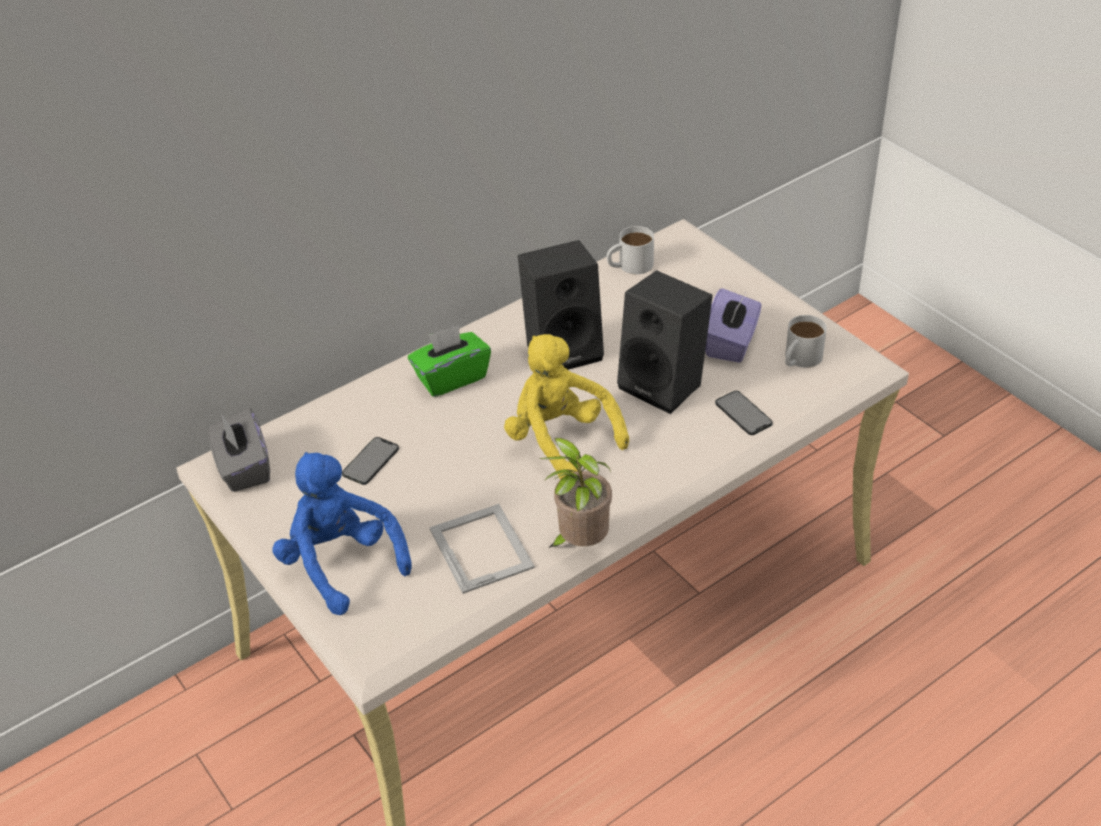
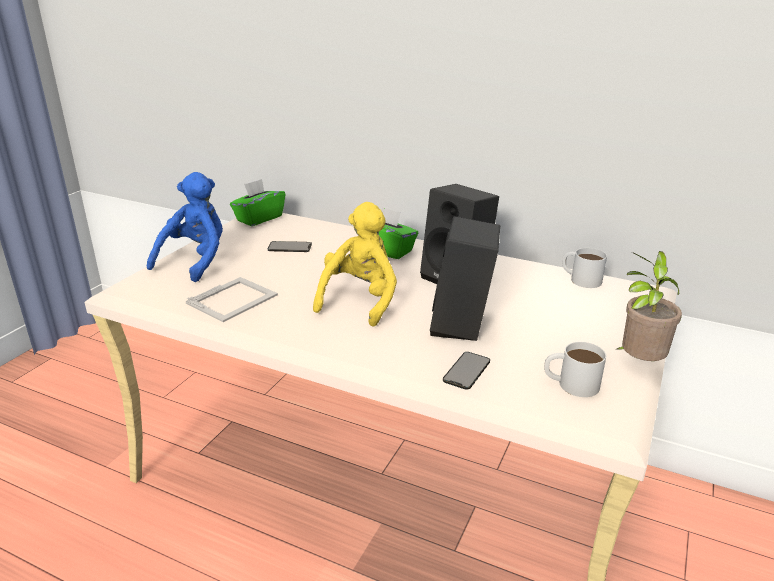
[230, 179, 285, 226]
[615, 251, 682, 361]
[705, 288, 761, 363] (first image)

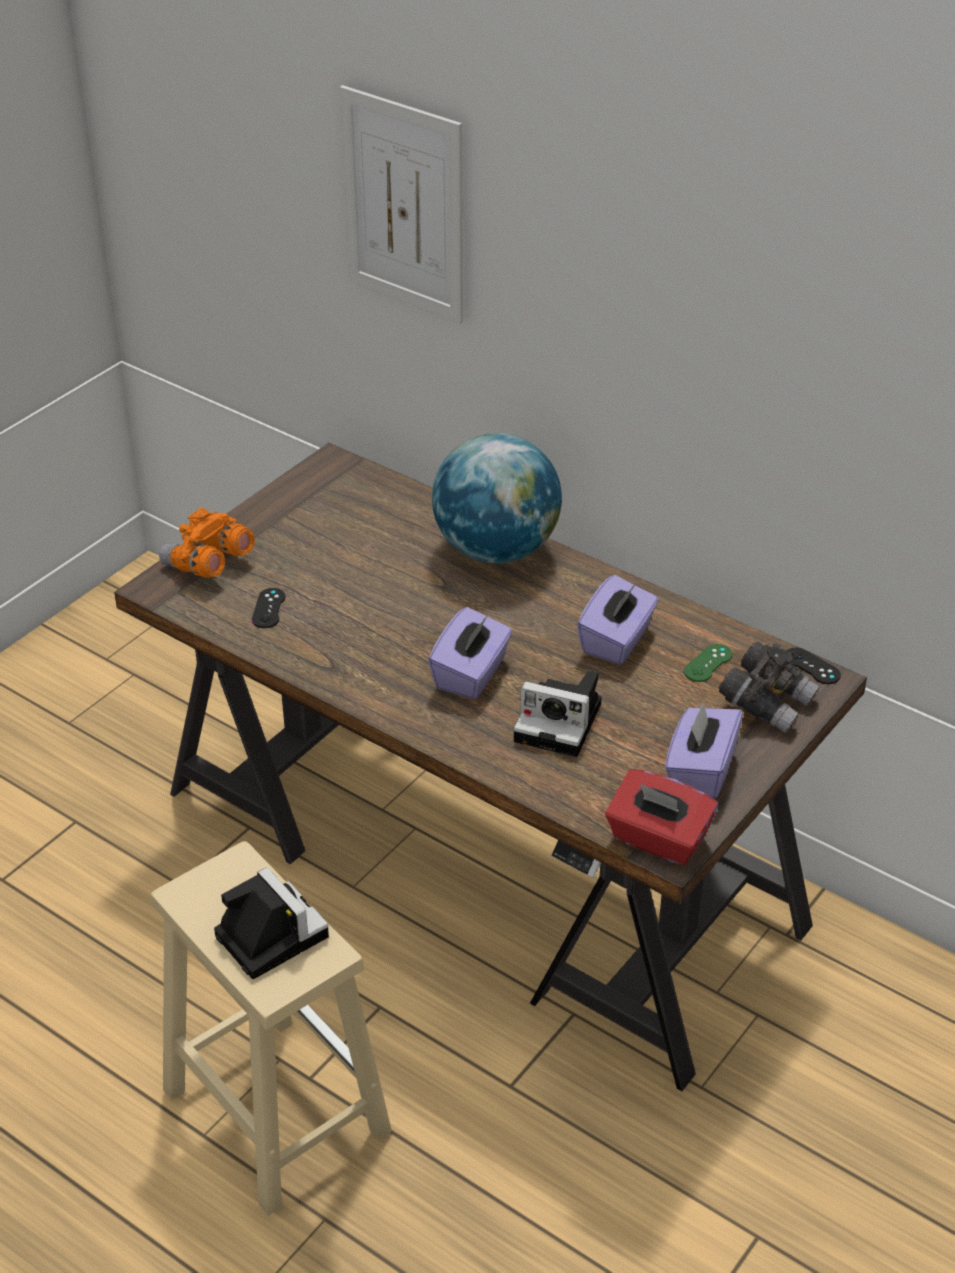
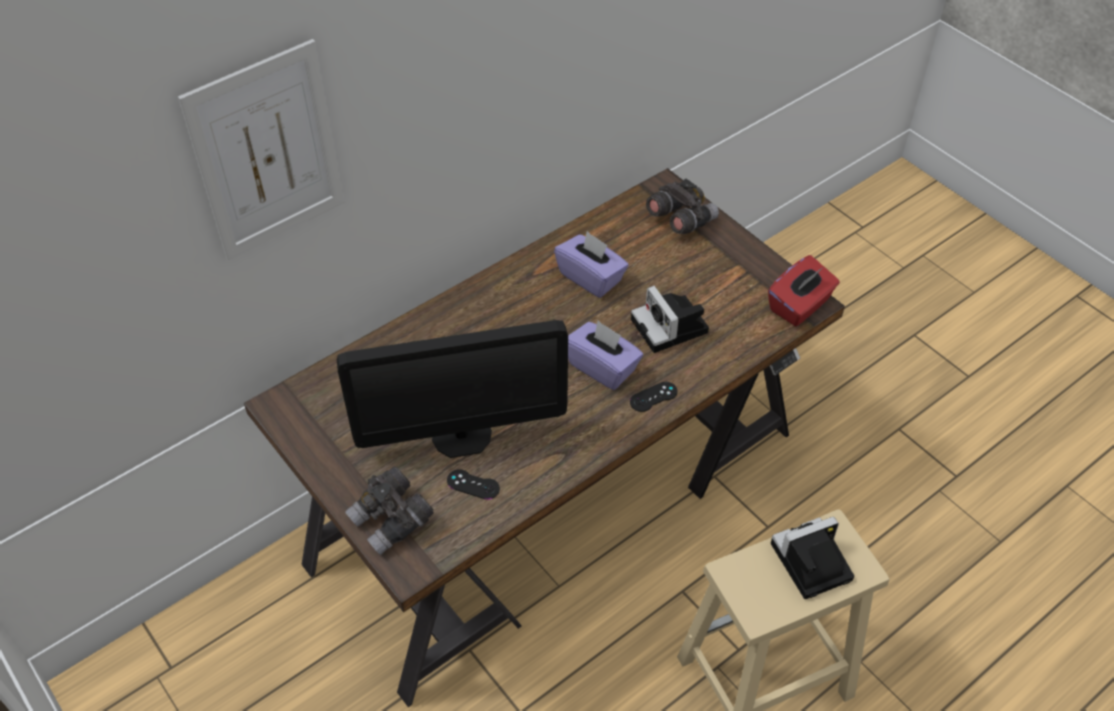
[345, 467, 434, 555]
[432, 433, 562, 563] (first image)
[631, 286, 709, 353]
[665, 702, 743, 799] (first image)
[684, 644, 732, 682] (first image)
[630, 382, 678, 412]
[337, 320, 568, 458]

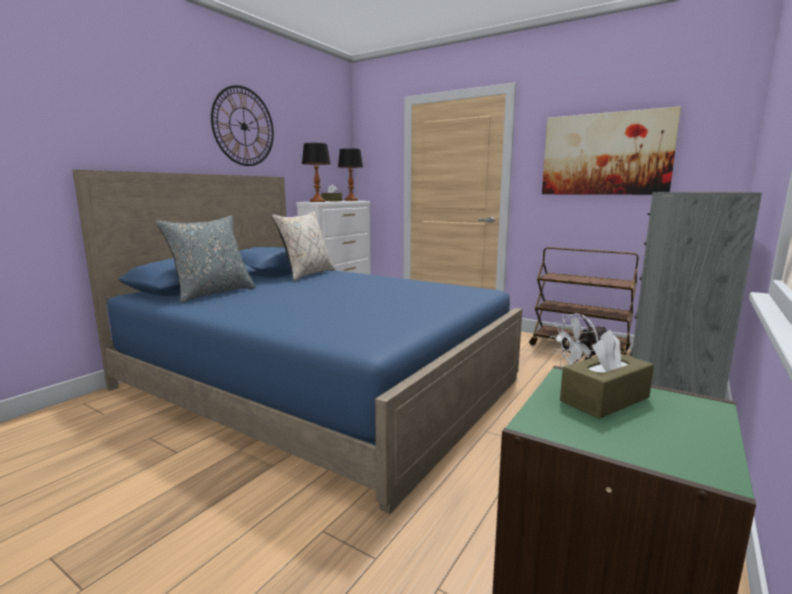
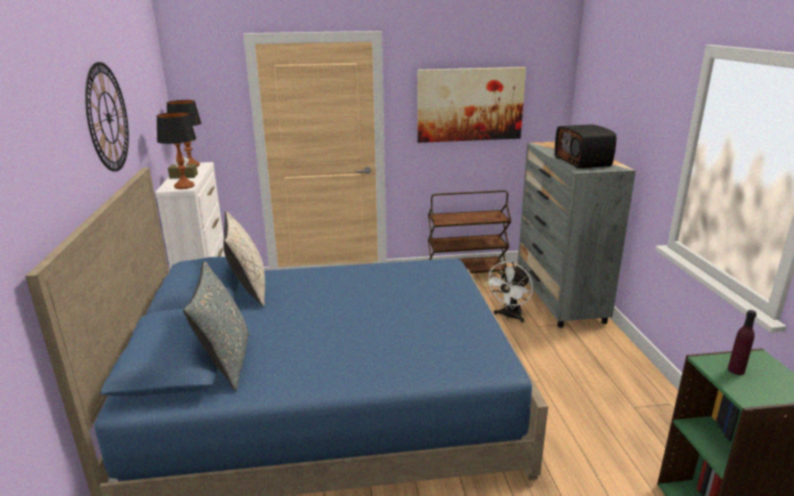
[728, 310, 757, 375]
[555, 124, 617, 169]

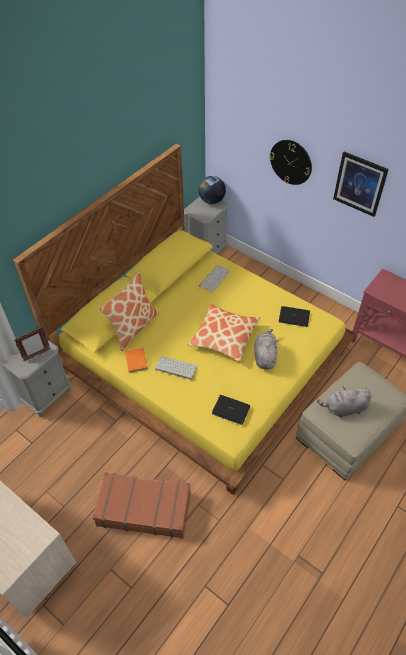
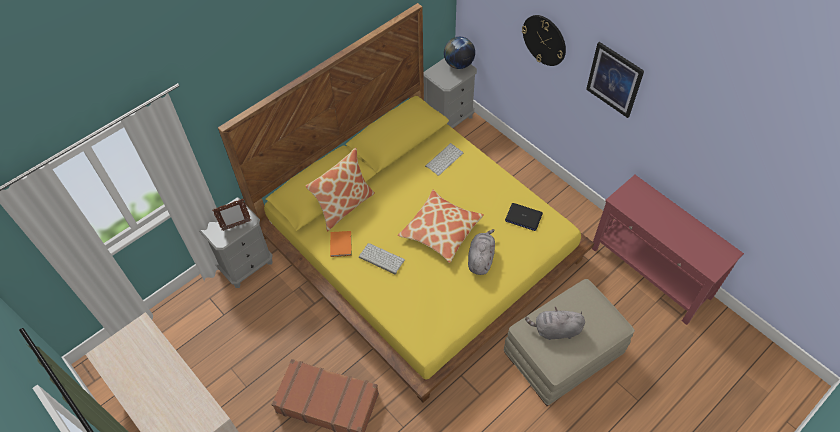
[212, 395, 250, 425] (first image)

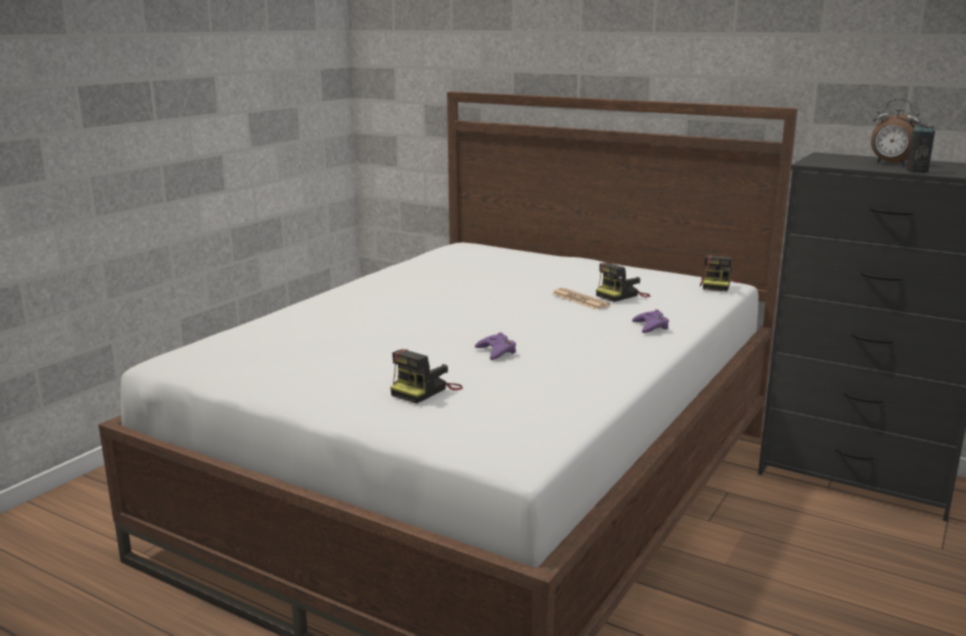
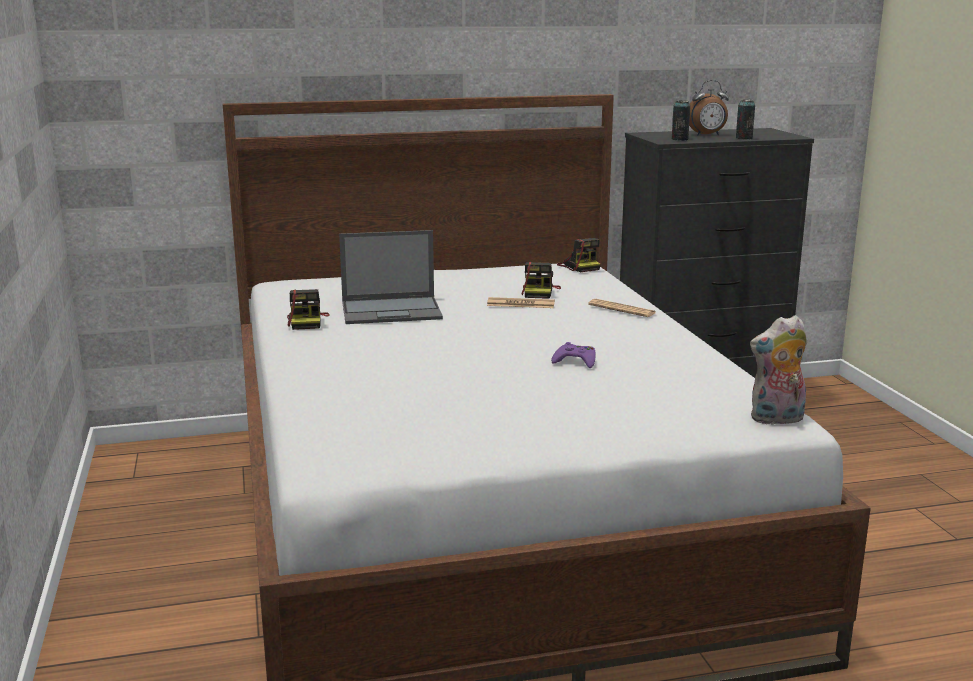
[287, 289, 330, 330]
[588, 299, 655, 317]
[339, 230, 443, 324]
[672, 100, 690, 141]
[750, 315, 807, 425]

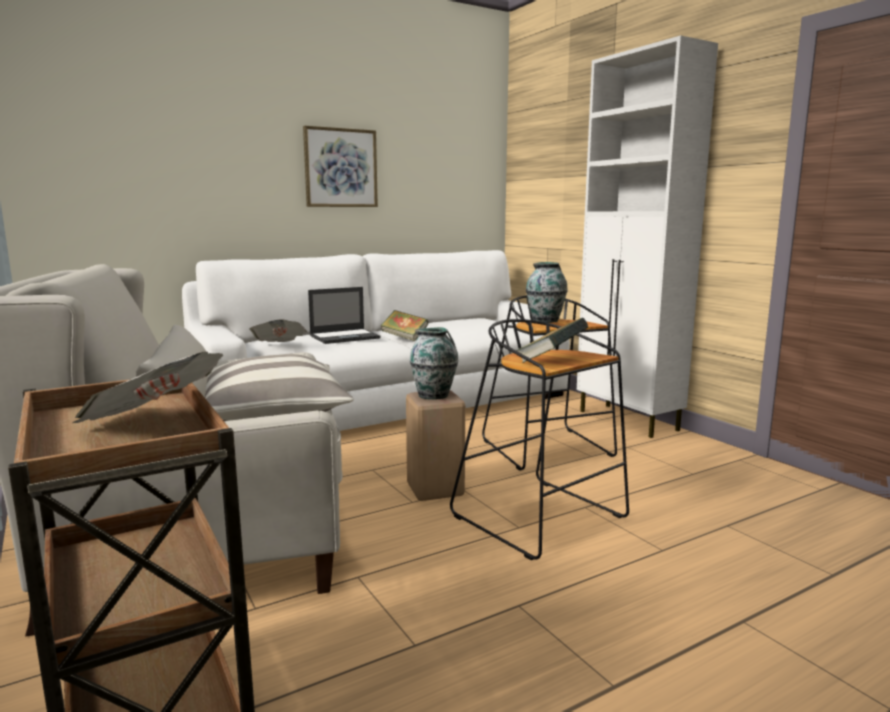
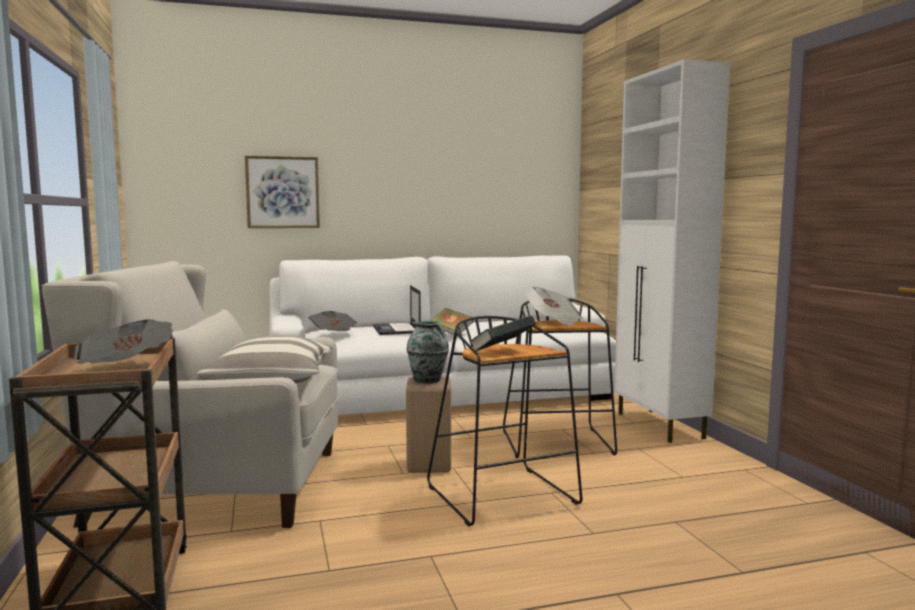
[245, 156, 320, 228]
[373, 285, 421, 335]
[526, 286, 583, 325]

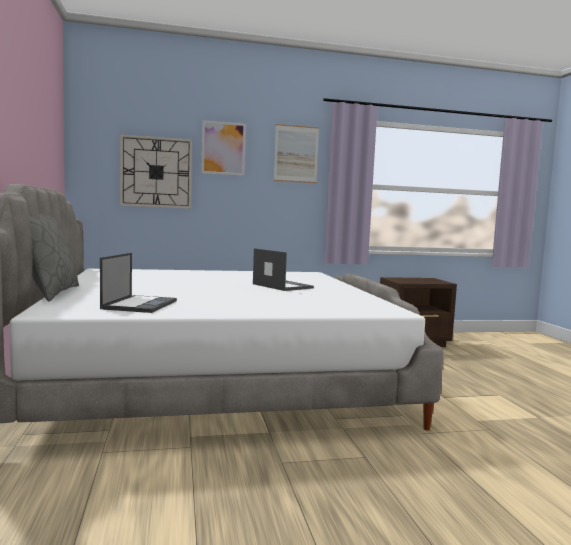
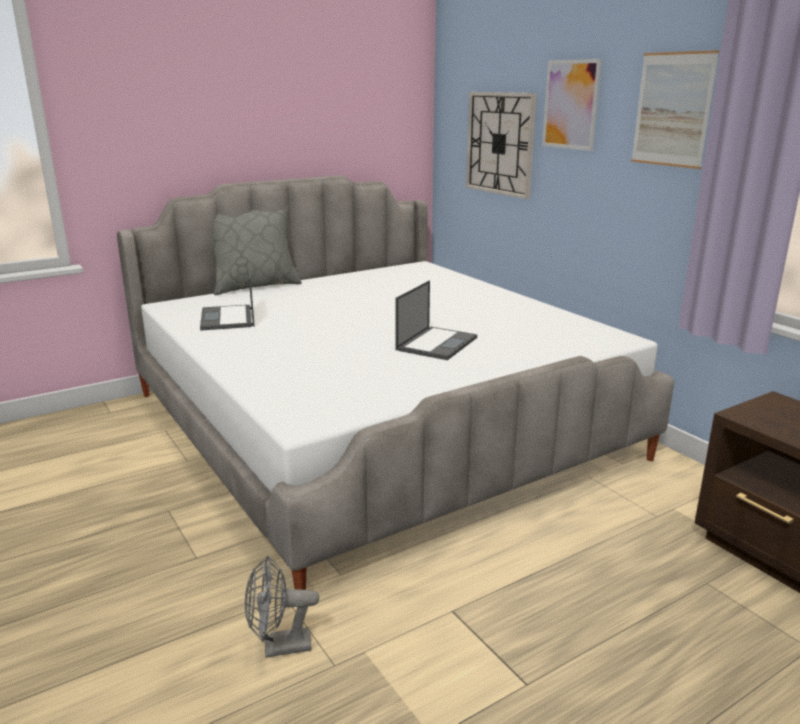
[200, 262, 255, 331]
[245, 556, 319, 658]

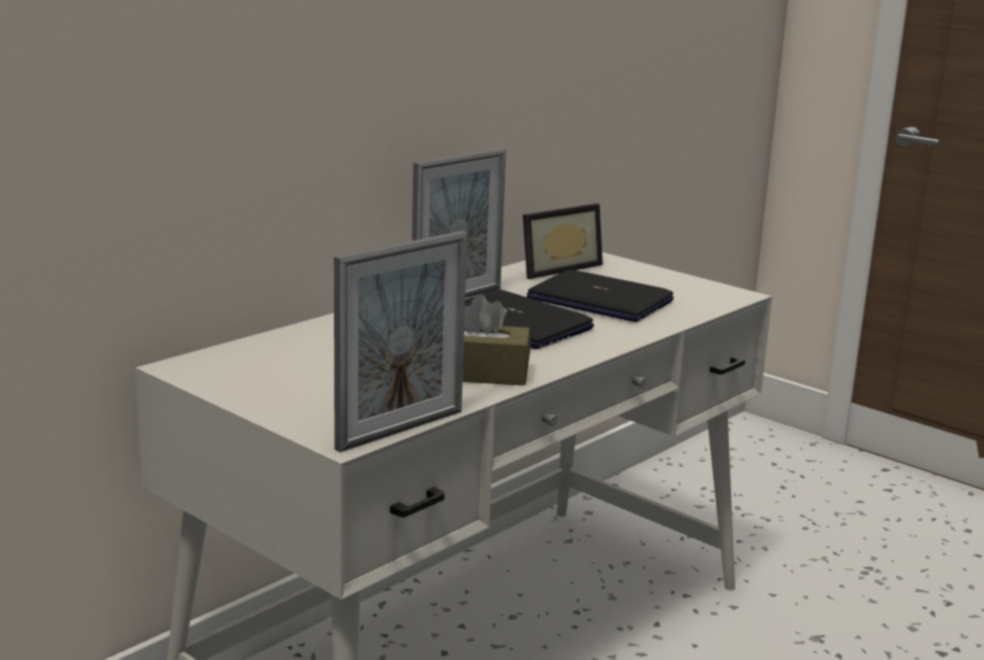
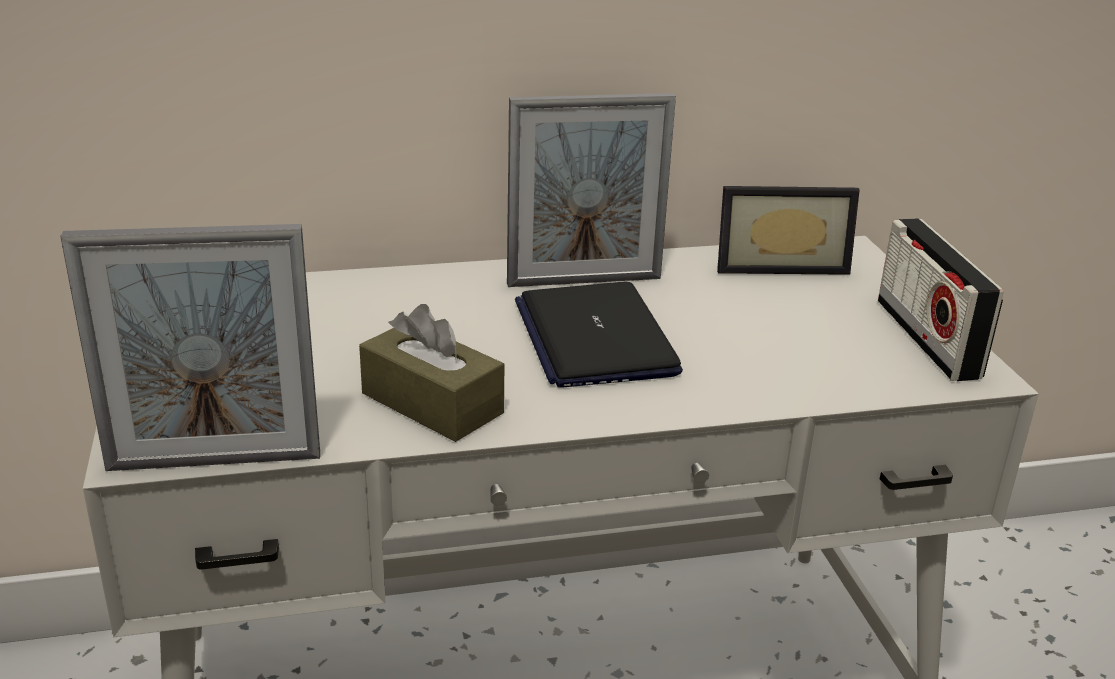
[527, 270, 674, 322] (first image)
[878, 218, 1004, 381]

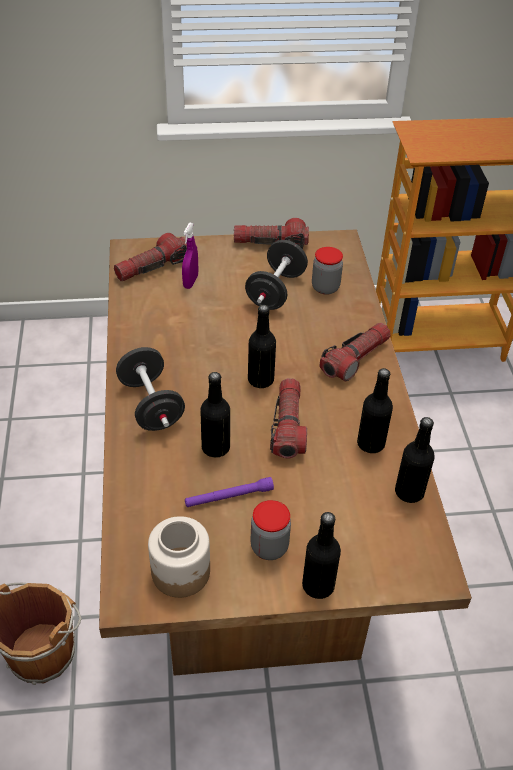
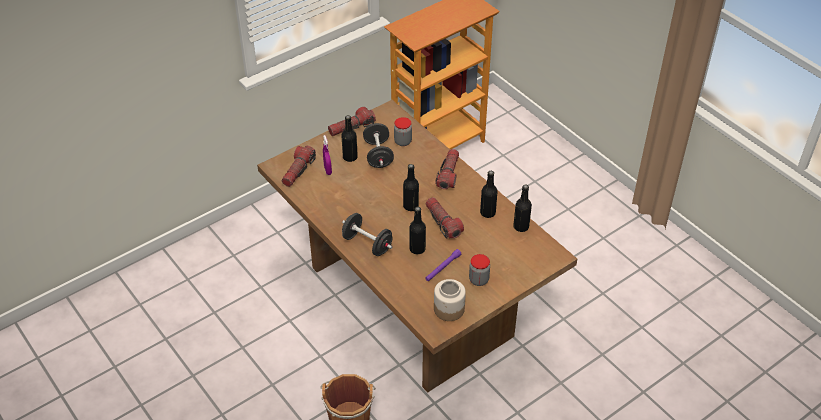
[342, 115, 358, 162]

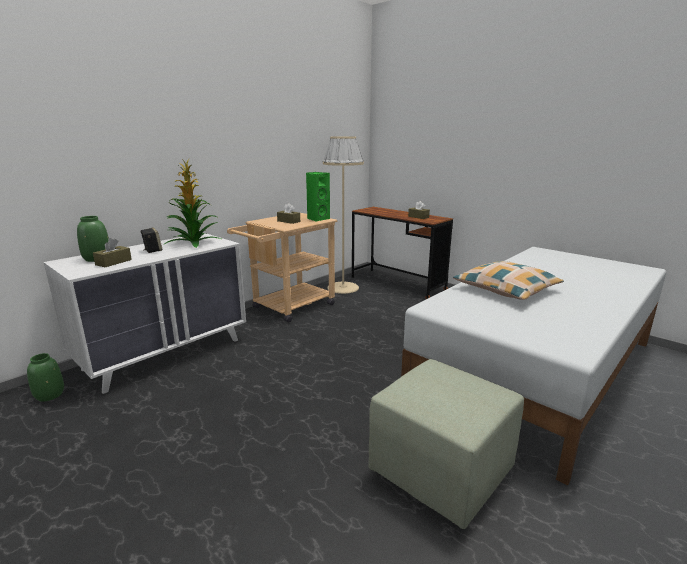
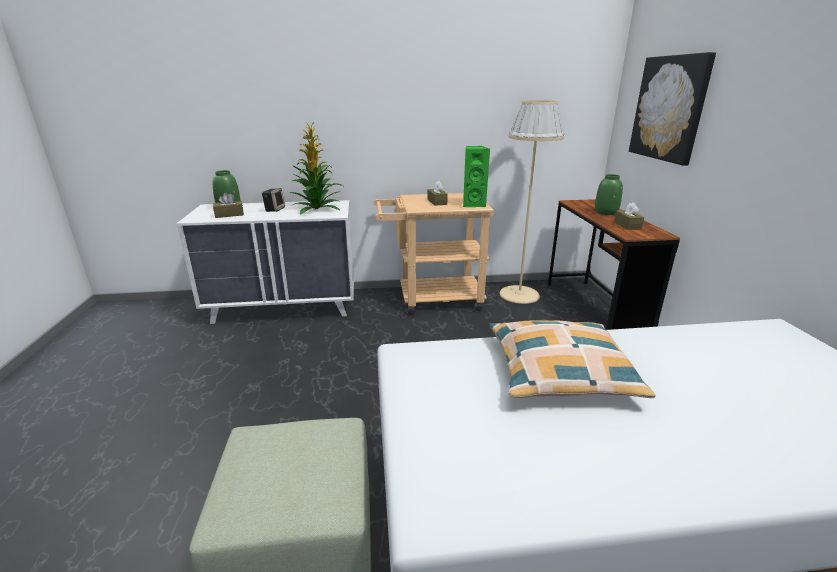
[595, 174, 623, 215]
[629, 52, 716, 166]

